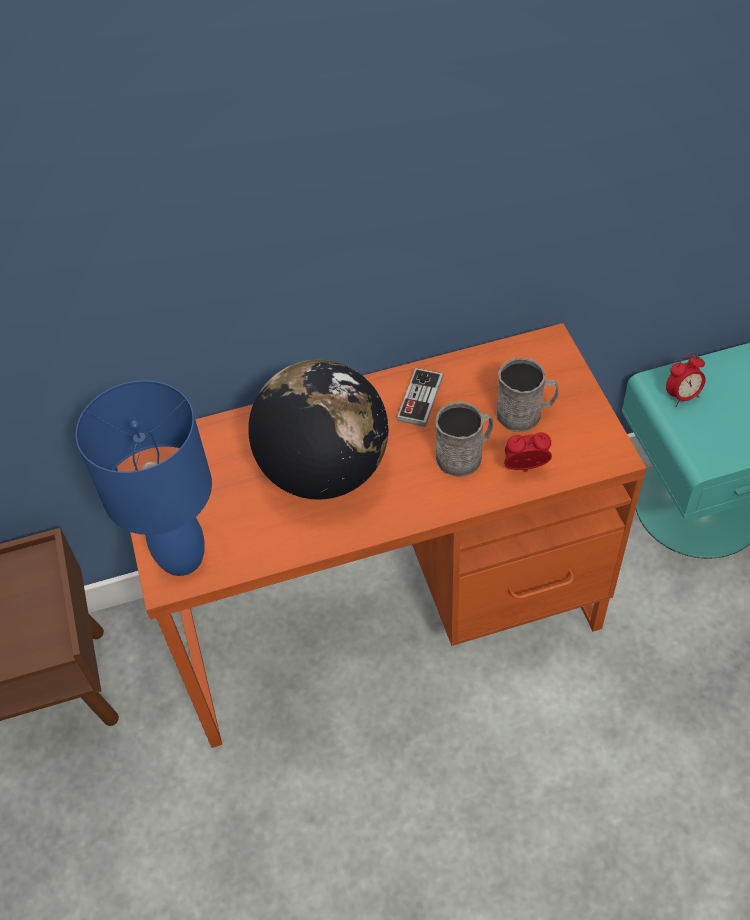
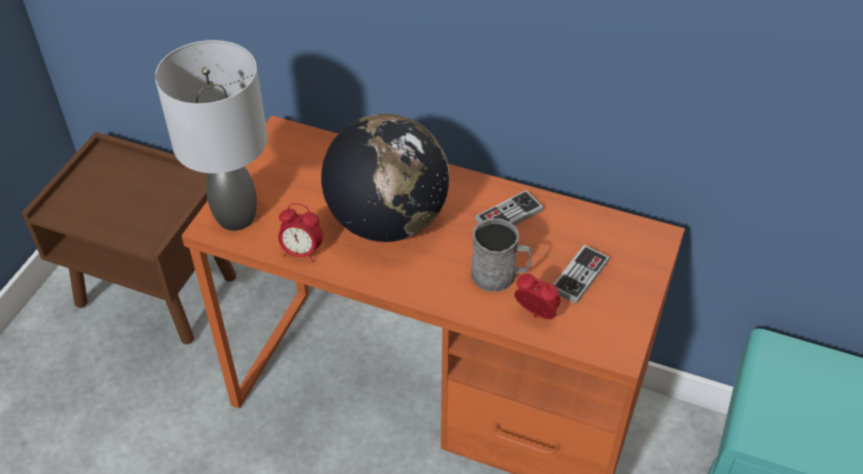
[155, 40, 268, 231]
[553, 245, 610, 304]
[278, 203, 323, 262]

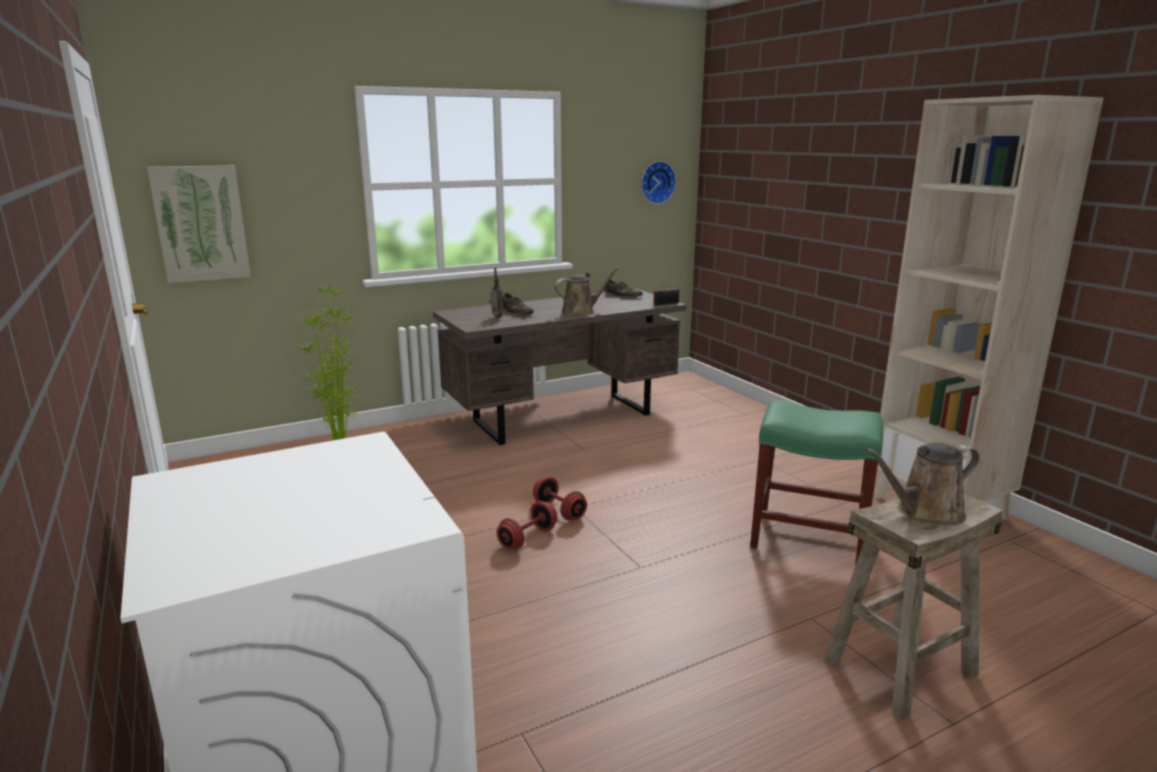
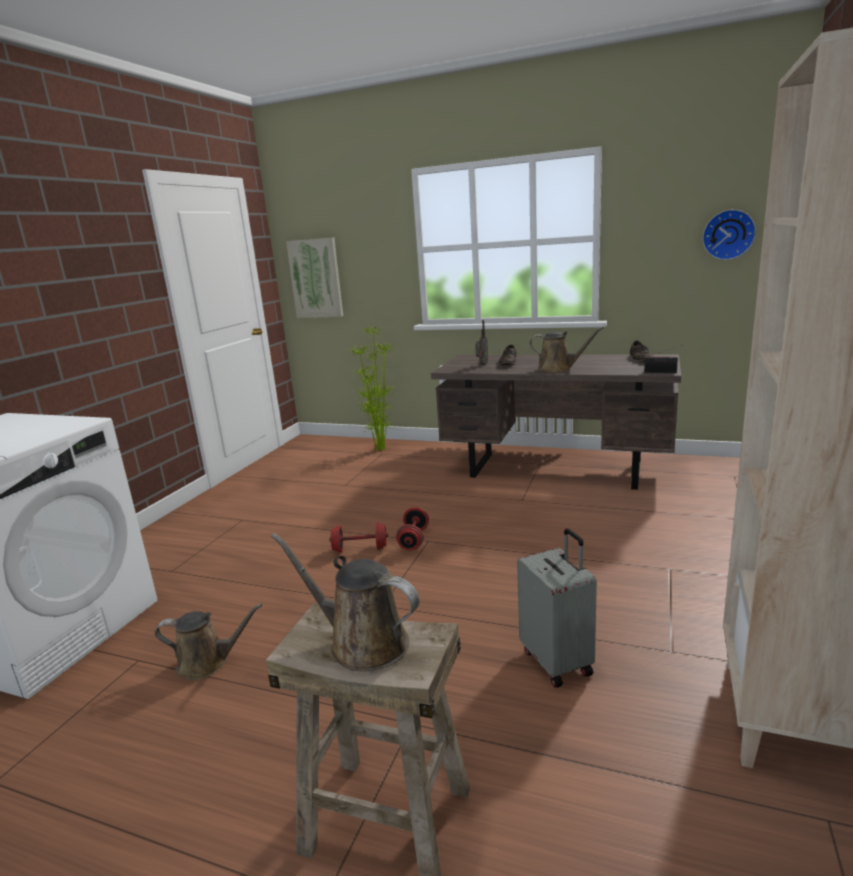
[517, 528, 597, 688]
[155, 604, 263, 680]

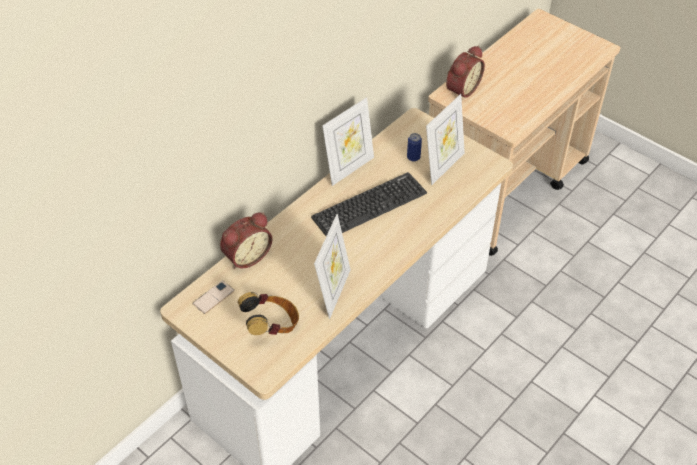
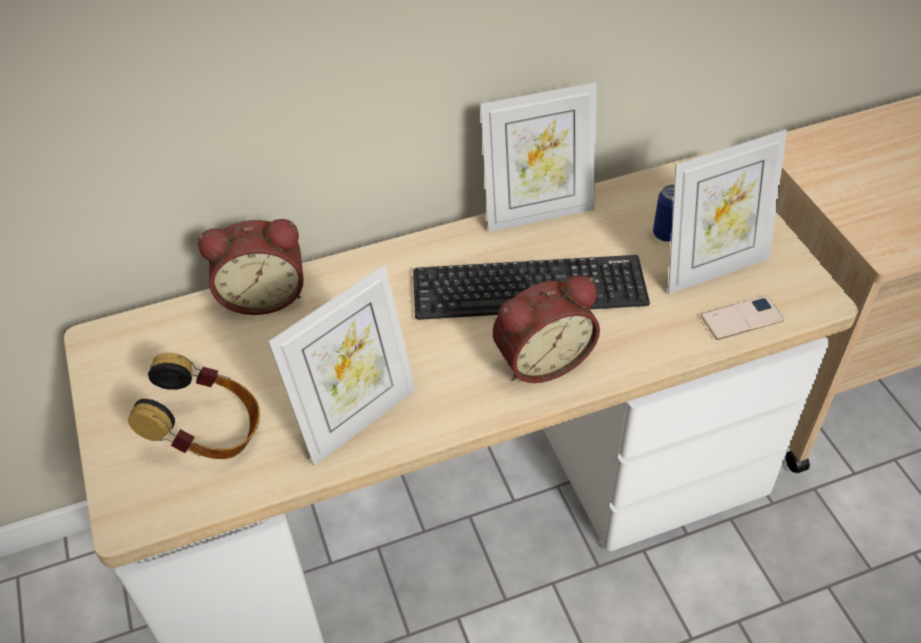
[700, 296, 785, 340]
[492, 276, 600, 383]

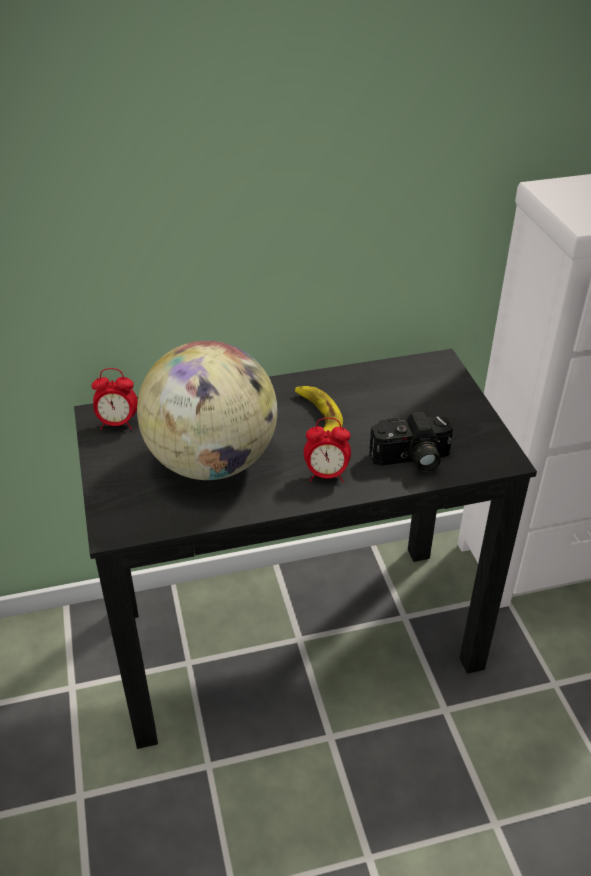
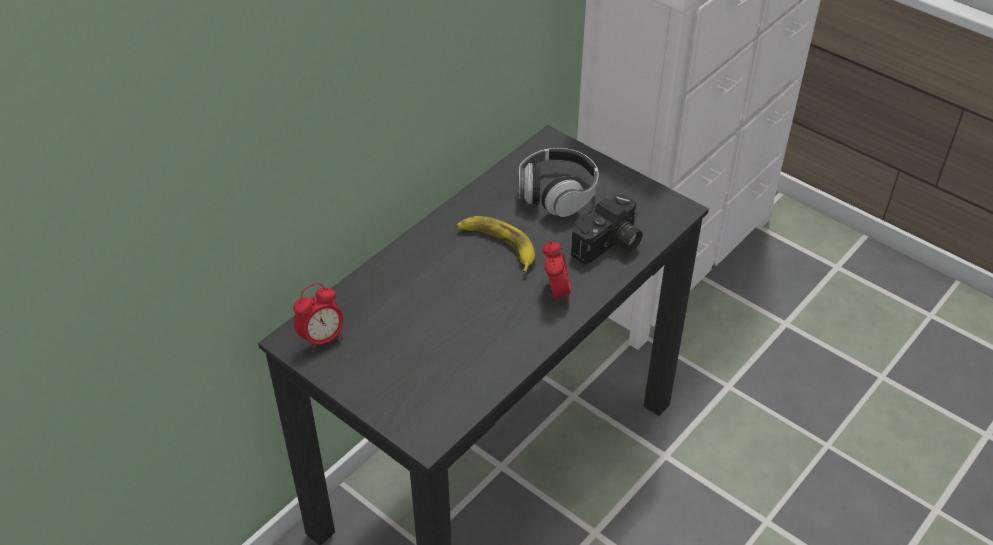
[137, 341, 277, 480] (first image)
[542, 240, 571, 304]
[519, 148, 599, 217]

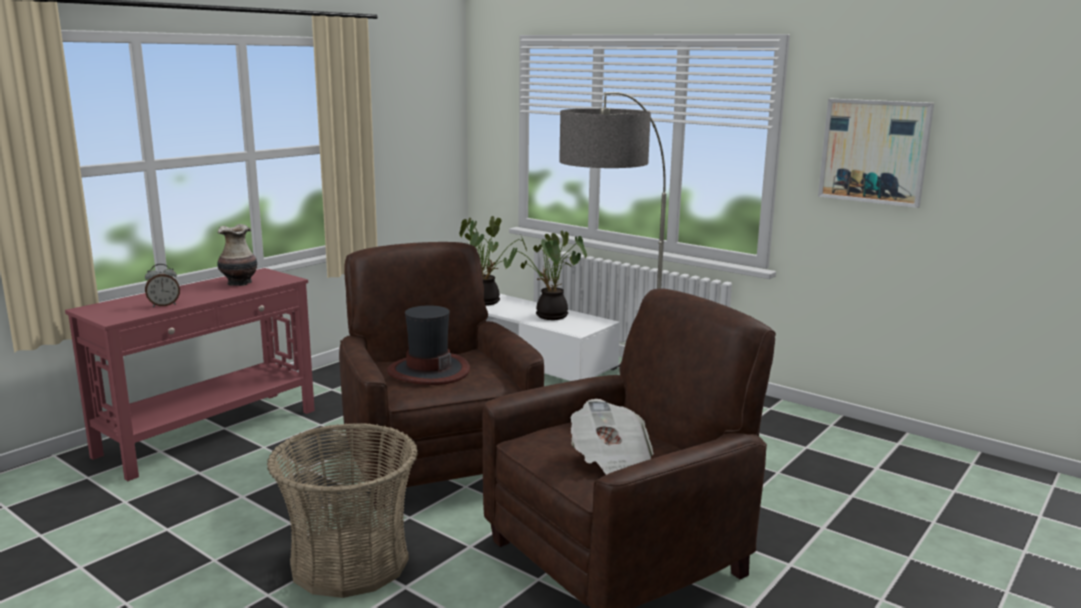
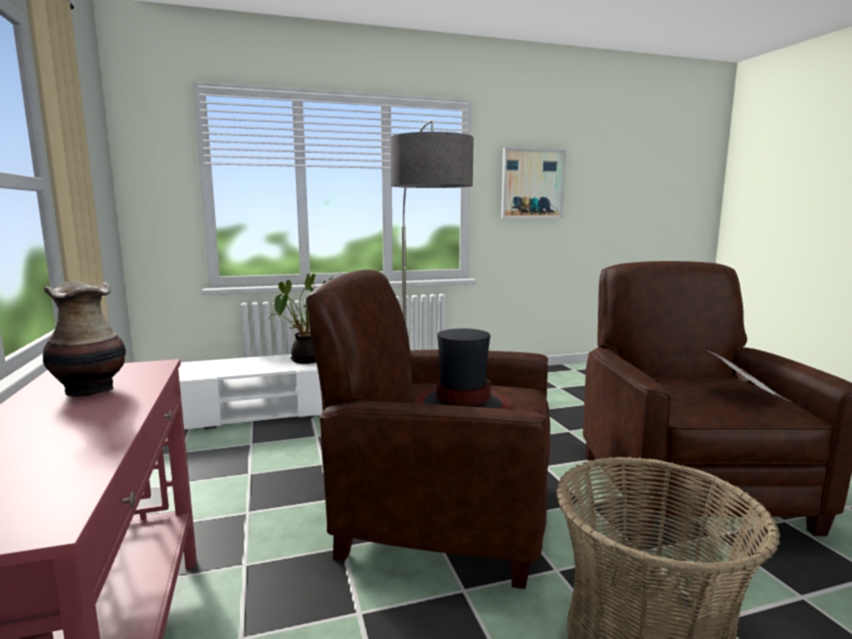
[145, 264, 180, 307] (first image)
[459, 216, 527, 306] (first image)

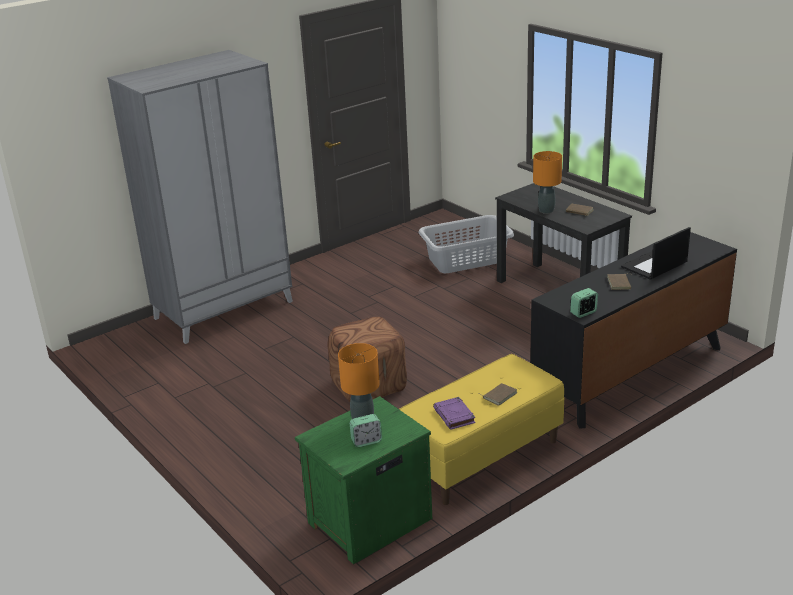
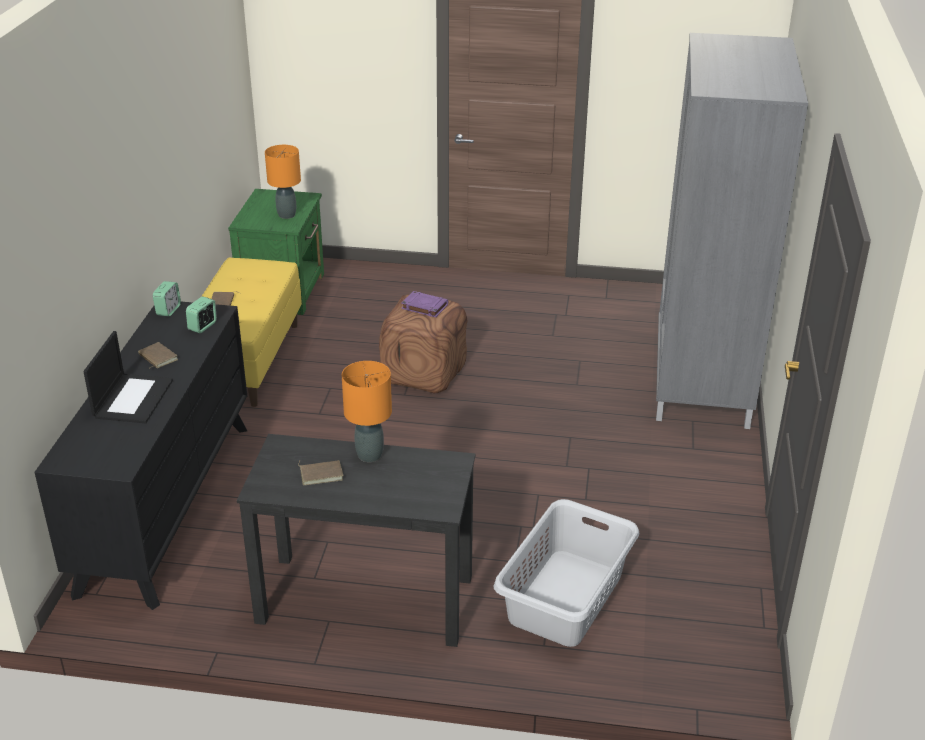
[186, 296, 217, 333]
[401, 291, 448, 317]

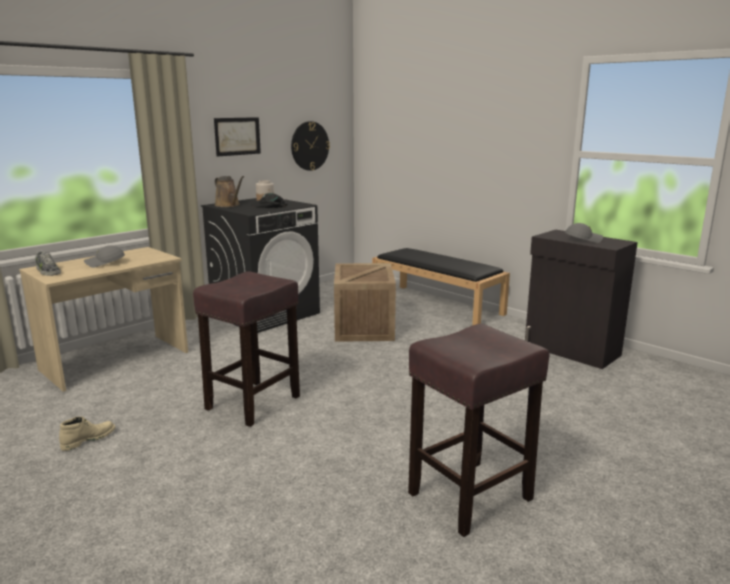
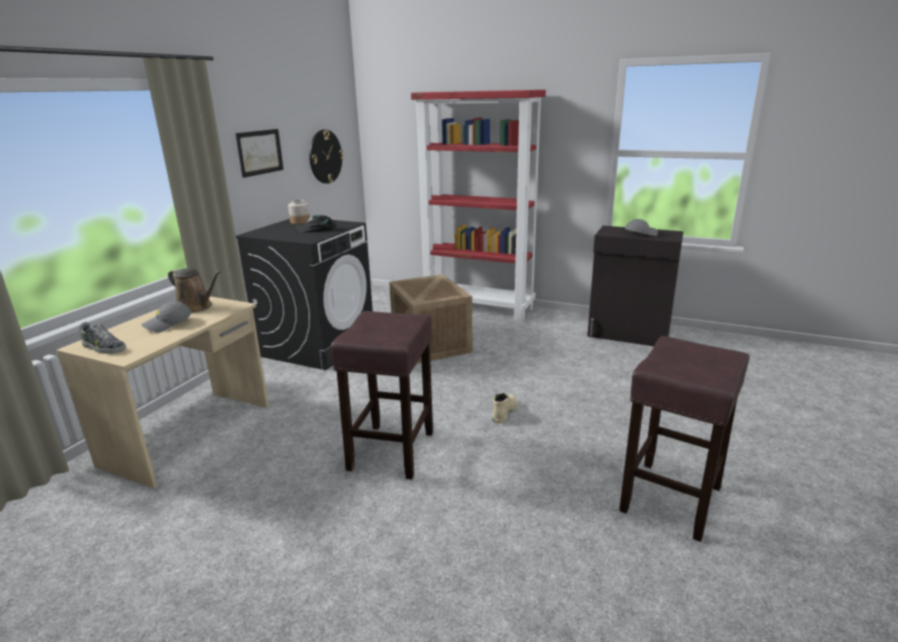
[492, 393, 517, 424]
[168, 268, 221, 313]
[411, 90, 546, 321]

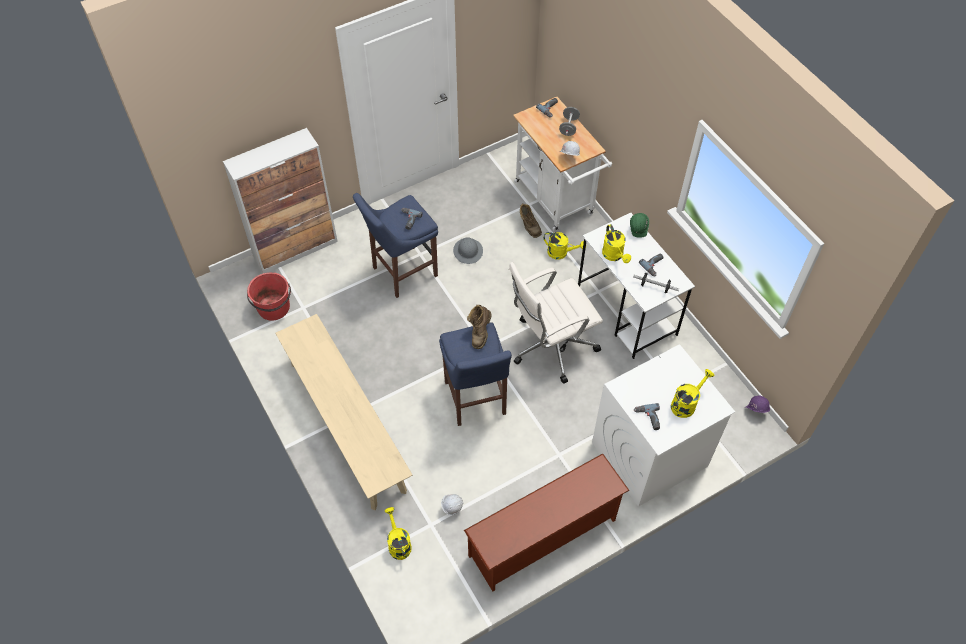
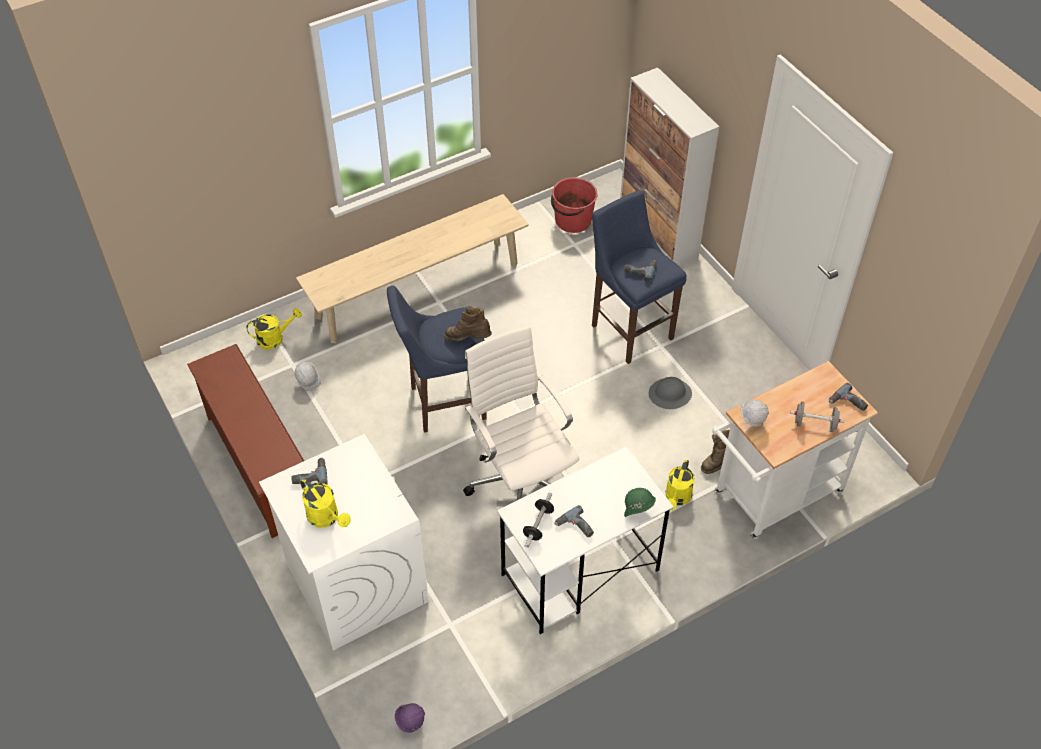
[602, 224, 631, 263] (first image)

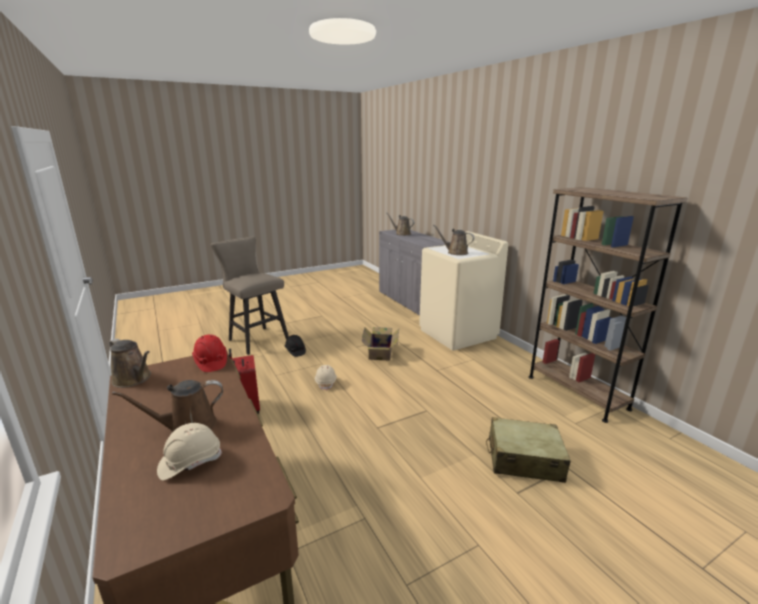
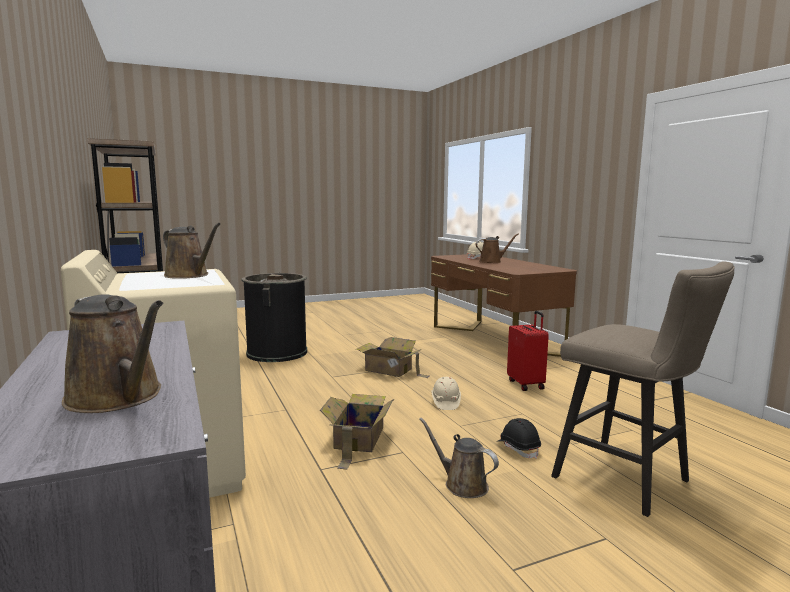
[419, 418, 499, 498]
[192, 334, 227, 372] (first image)
[241, 273, 307, 362]
[356, 337, 430, 378]

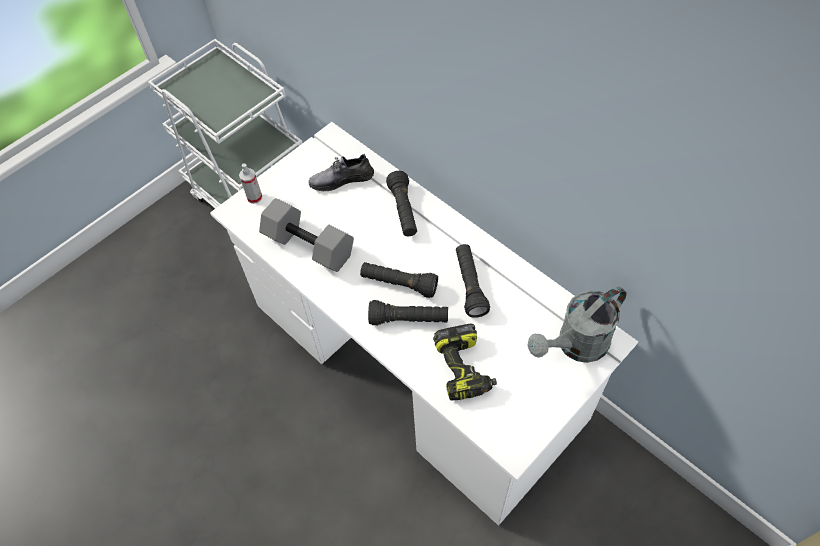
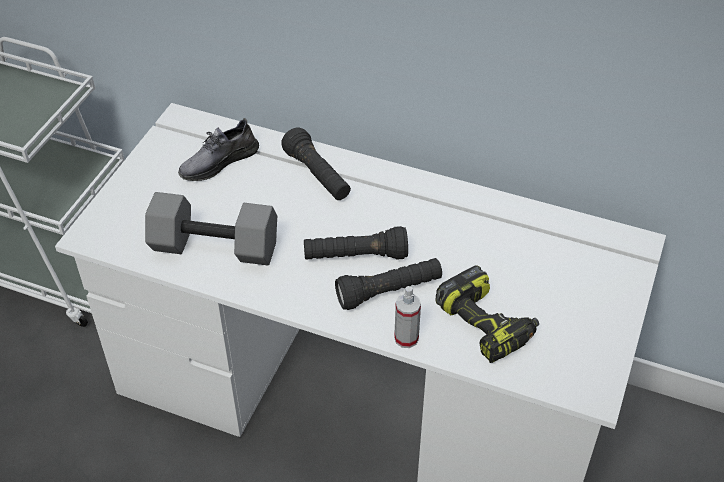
[394, 286, 421, 348]
[456, 244, 490, 318] (first image)
[527, 286, 627, 363] (first image)

